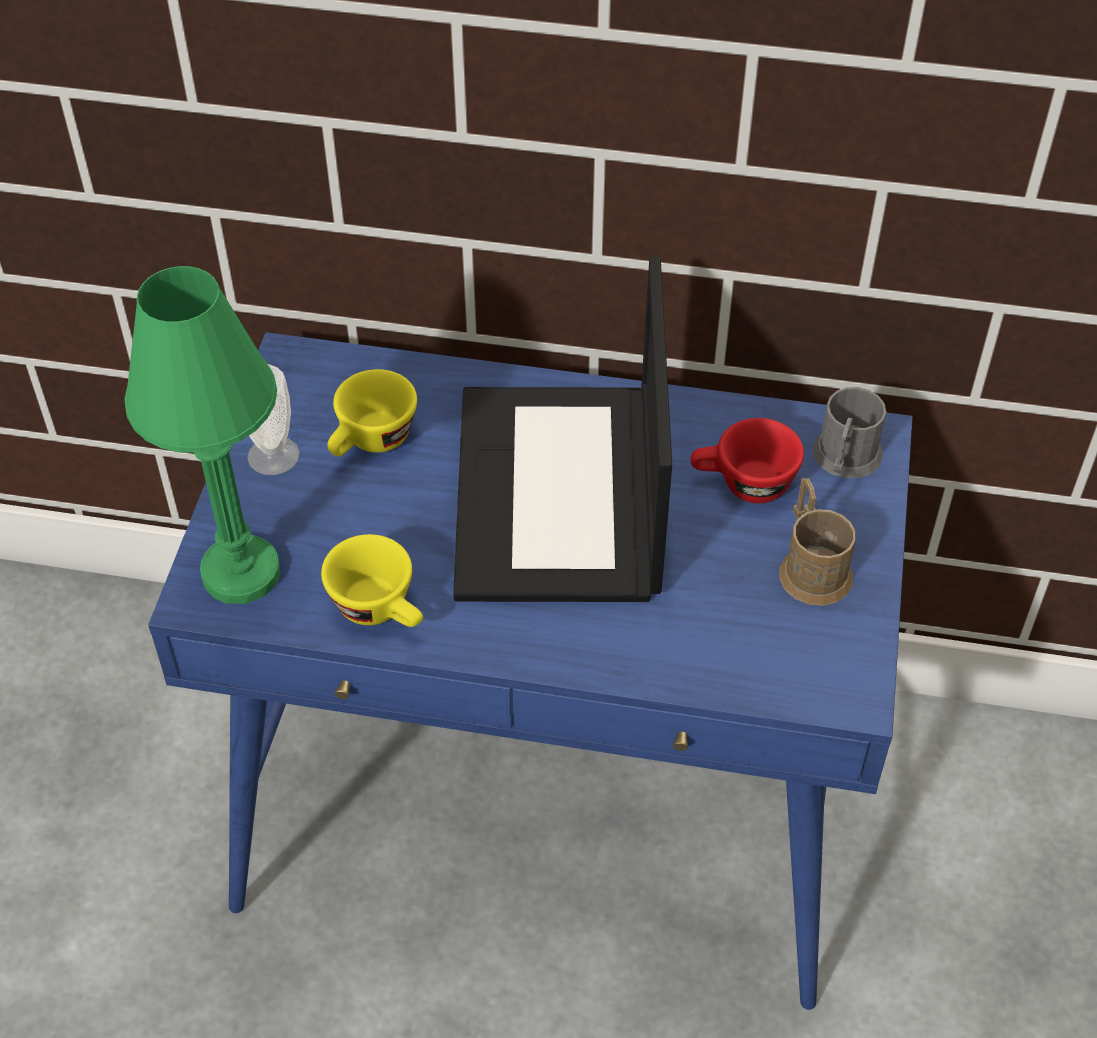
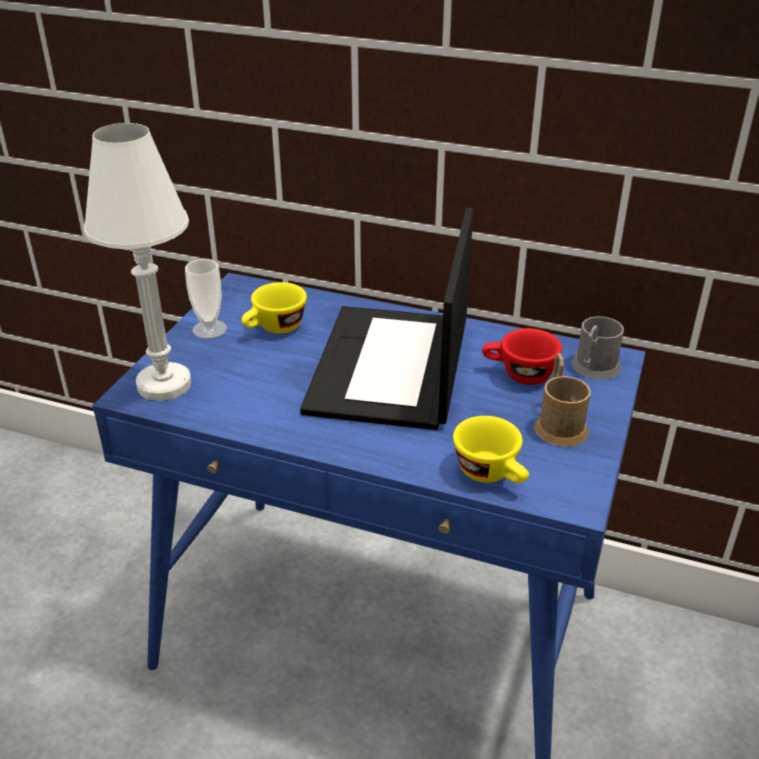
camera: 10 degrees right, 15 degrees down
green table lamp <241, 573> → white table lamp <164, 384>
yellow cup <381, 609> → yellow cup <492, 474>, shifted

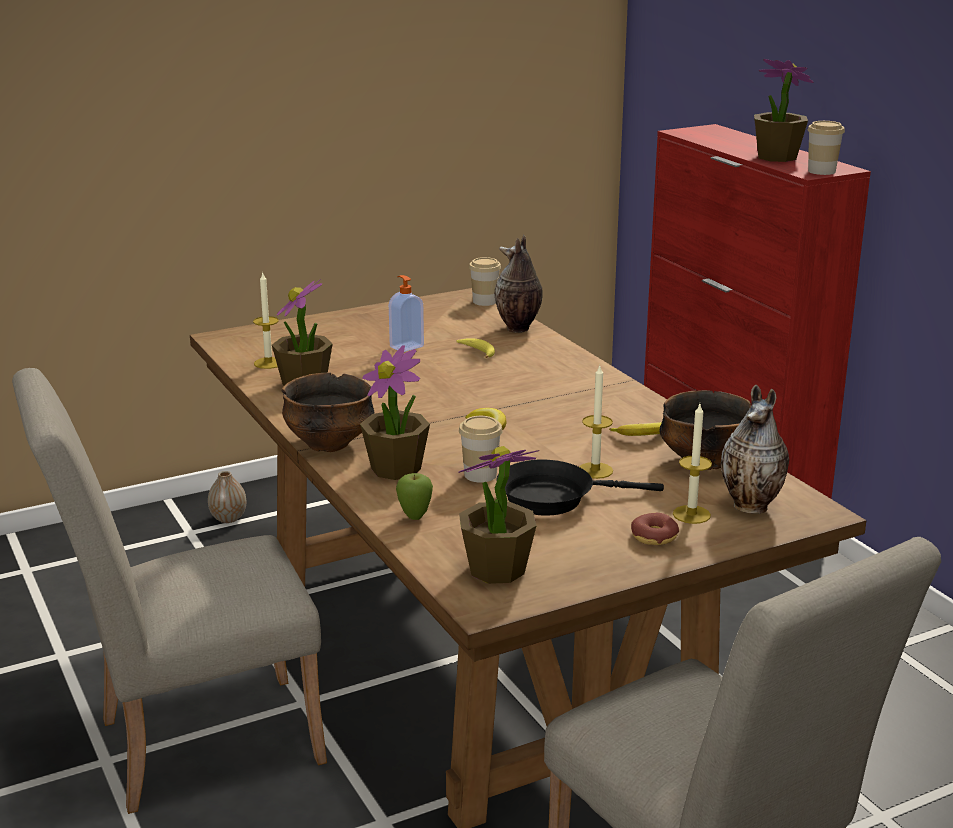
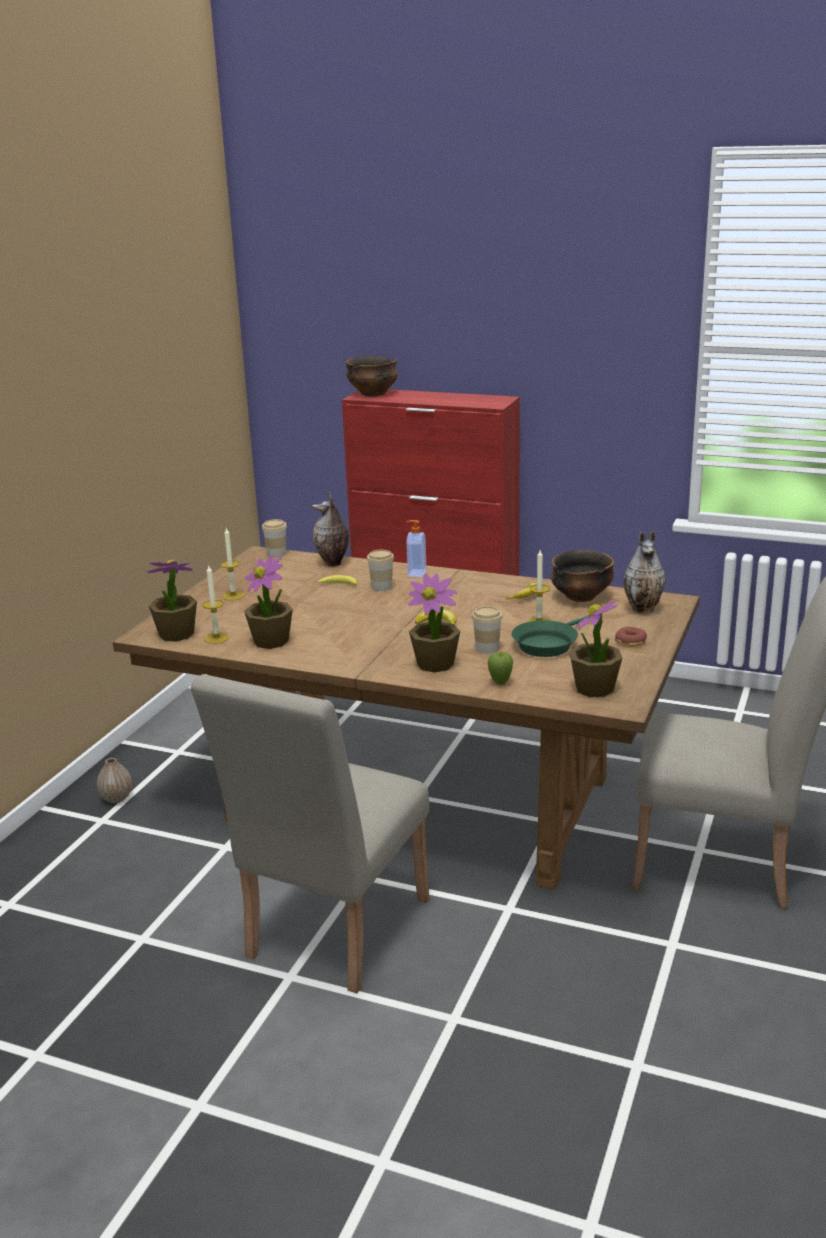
camera: 40 degrees left, 0 degrees up
potted plant <776, 157> → potted plant <176, 634>, shifted
candle <691, 514> → candle <233, 596>, shifted
bowl <329, 443> → bowl <373, 393>, shifted
cup <821, 171> → cup <381, 587>, shifted
soap dispenser <406, 346> → soap dispenser <416, 573>, shifted
black frying pan <553, 498> → green frying pan <548, 644>

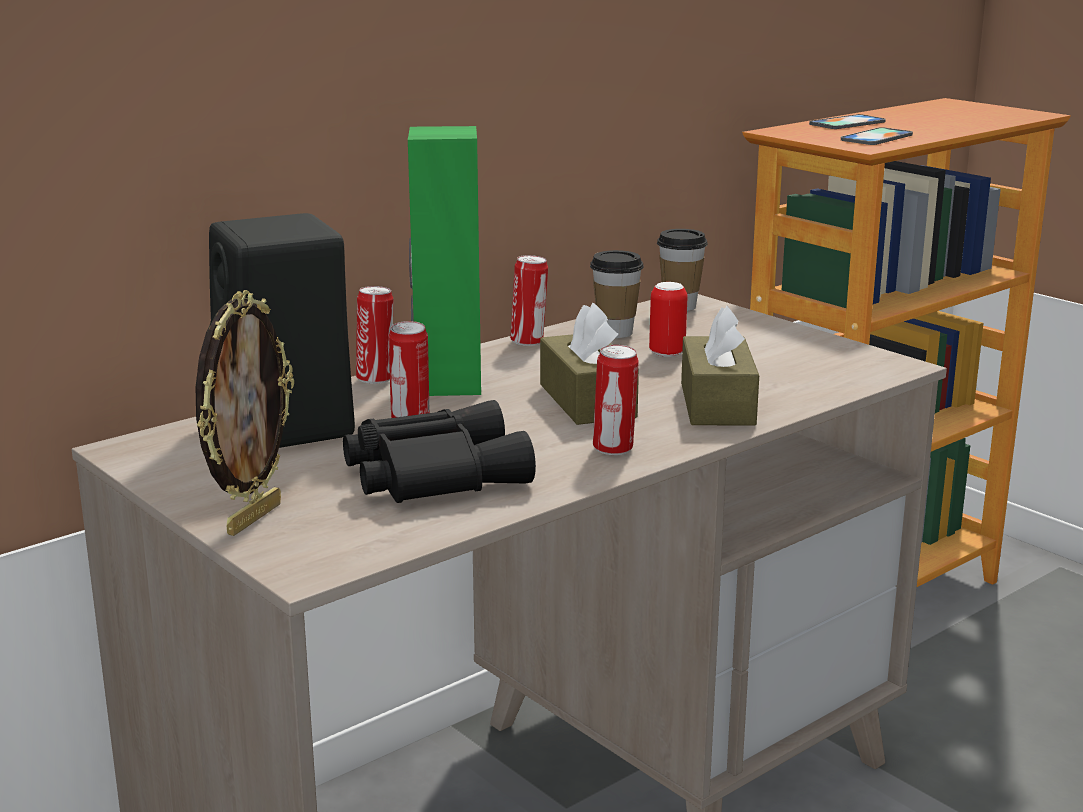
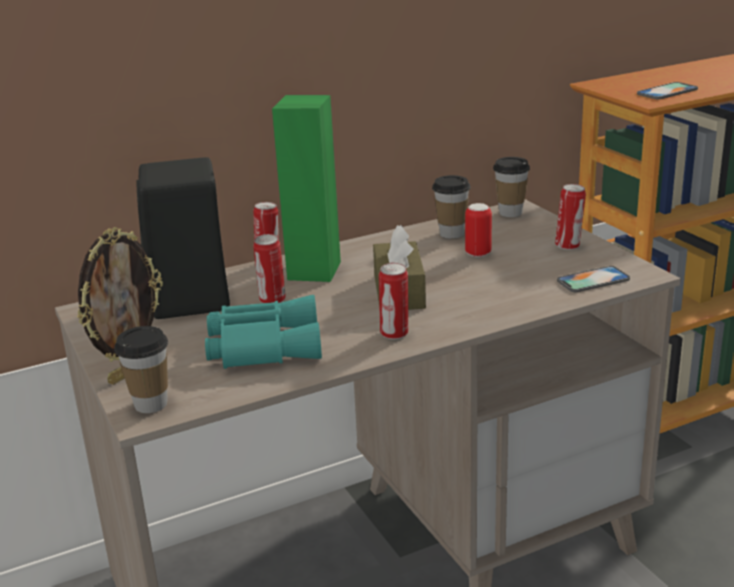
camera: 15 degrees right, 5 degrees up
- → cup <151, 404>
black binoculars <432, 473> → turquoise binoculars <262, 345>
can <529, 342> → can <568, 246>, shifted
phone <847, 123> → phone <593, 280>, shifted
brown tissue box <717, 404> → -

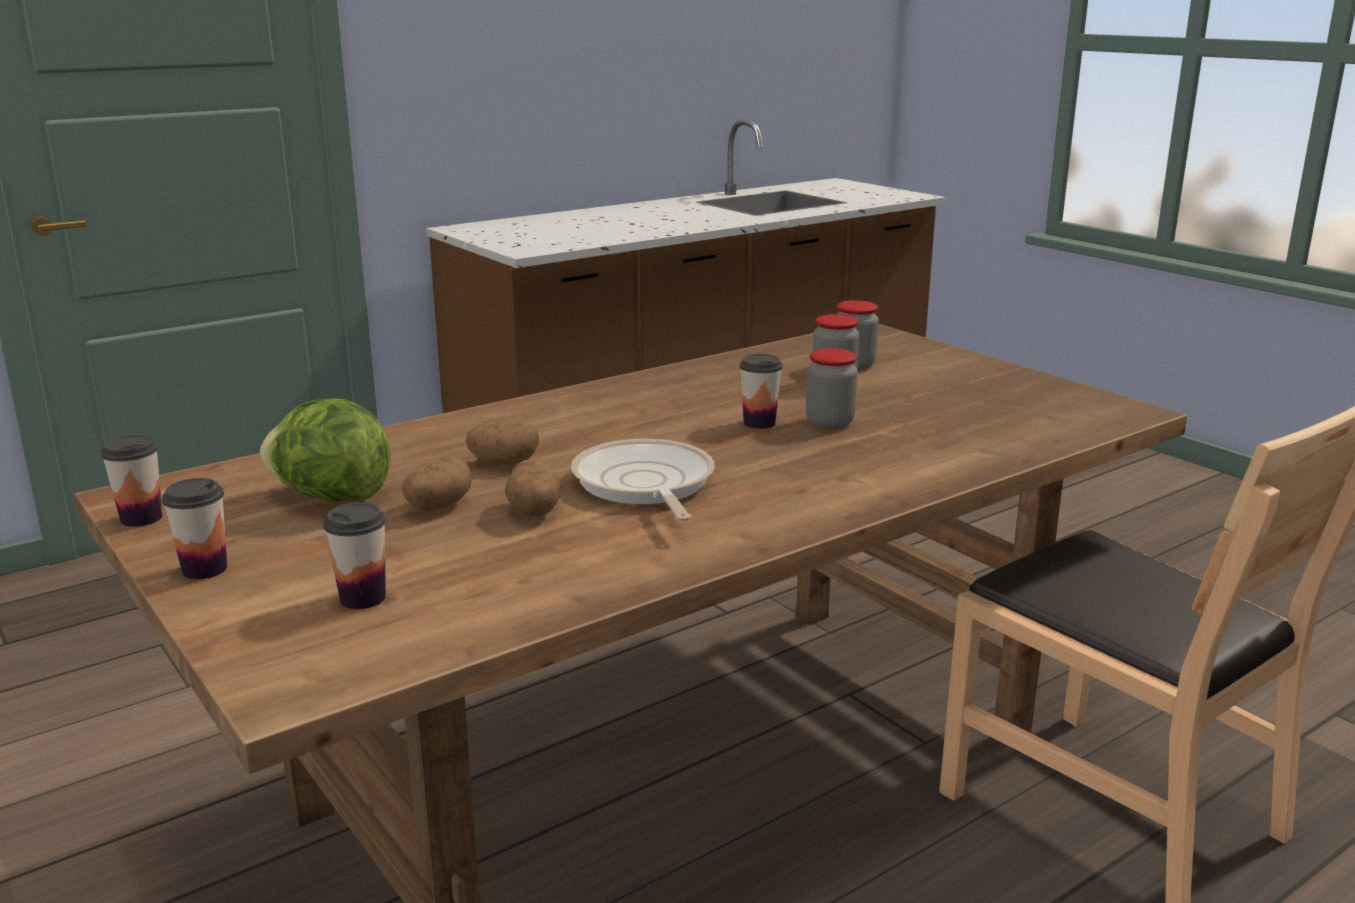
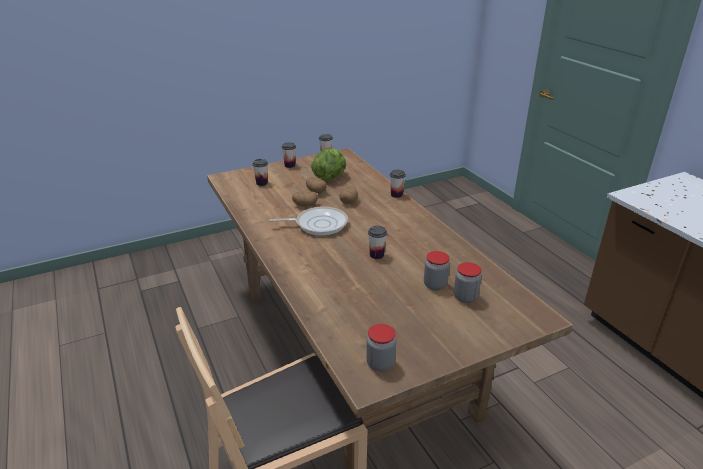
camera: 100 degrees right, 10 degrees up
jar <829, 422> → jar <380, 363>, shifted
- → cup <396, 195>

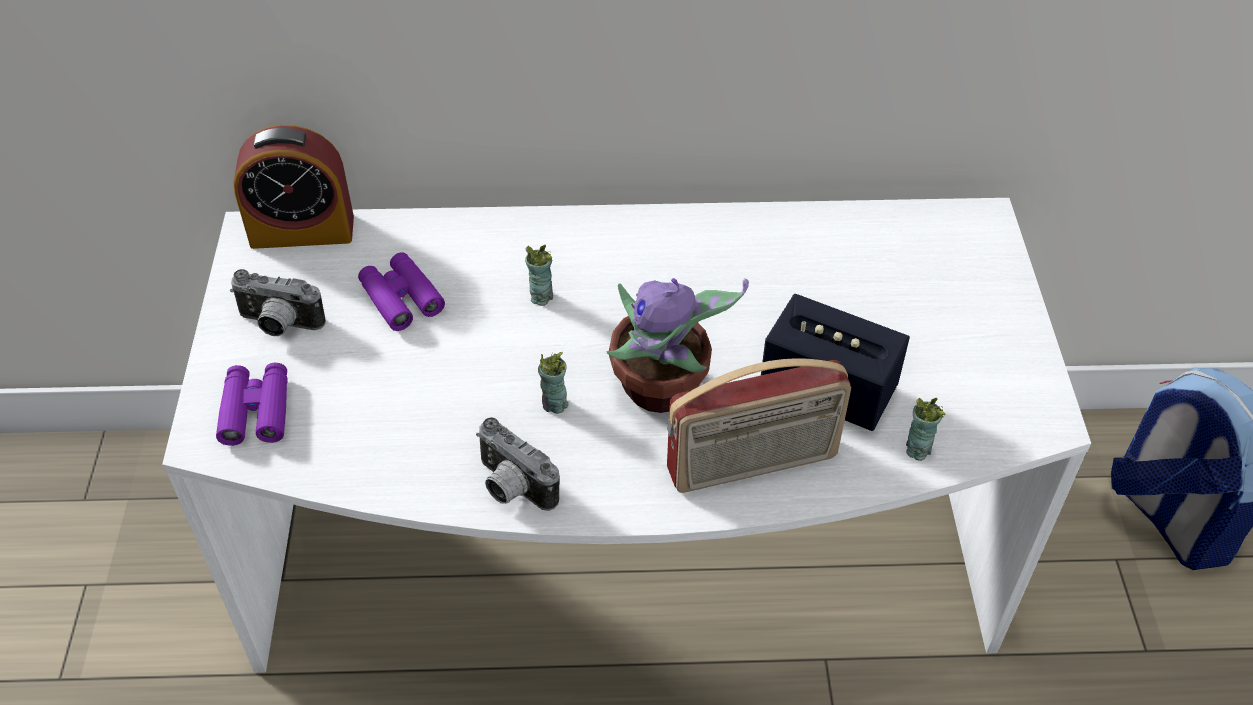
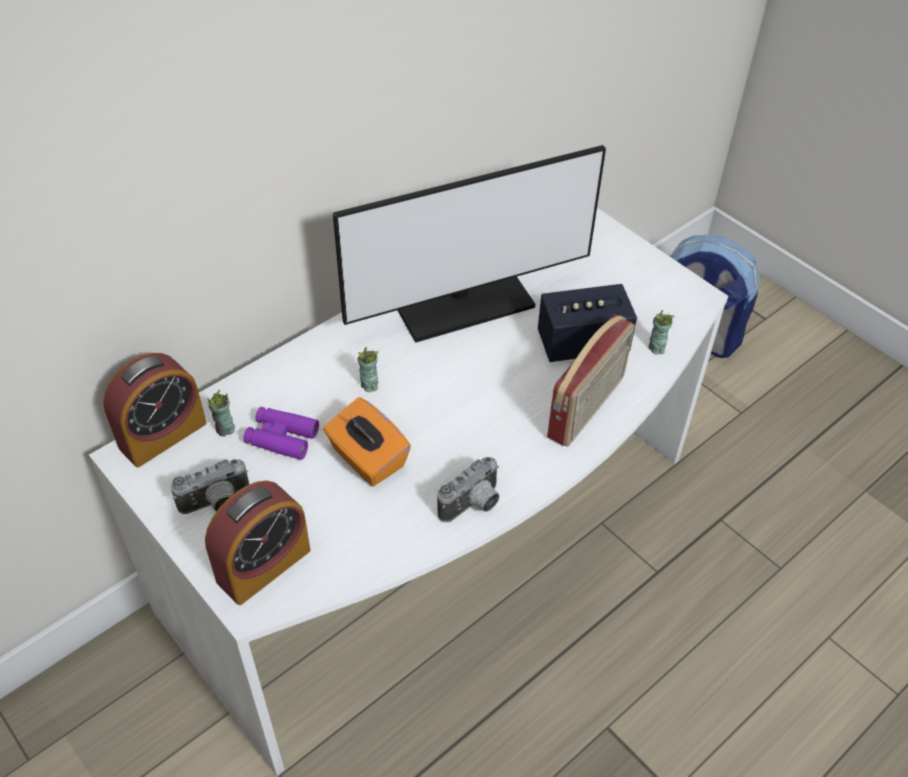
camera: 40 degrees left, 0 degrees up
purple binoculars <256, 410> → alarm clock <263, 565>
cup <554, 404> → cup <225, 429>, shifted
- → orange tissue box <367, 459>
- → monitor <464, 305>
photo camera <511, 488> → photo camera <473, 505>, 45 degrees counterclockwise
potted plant <661, 390> → -

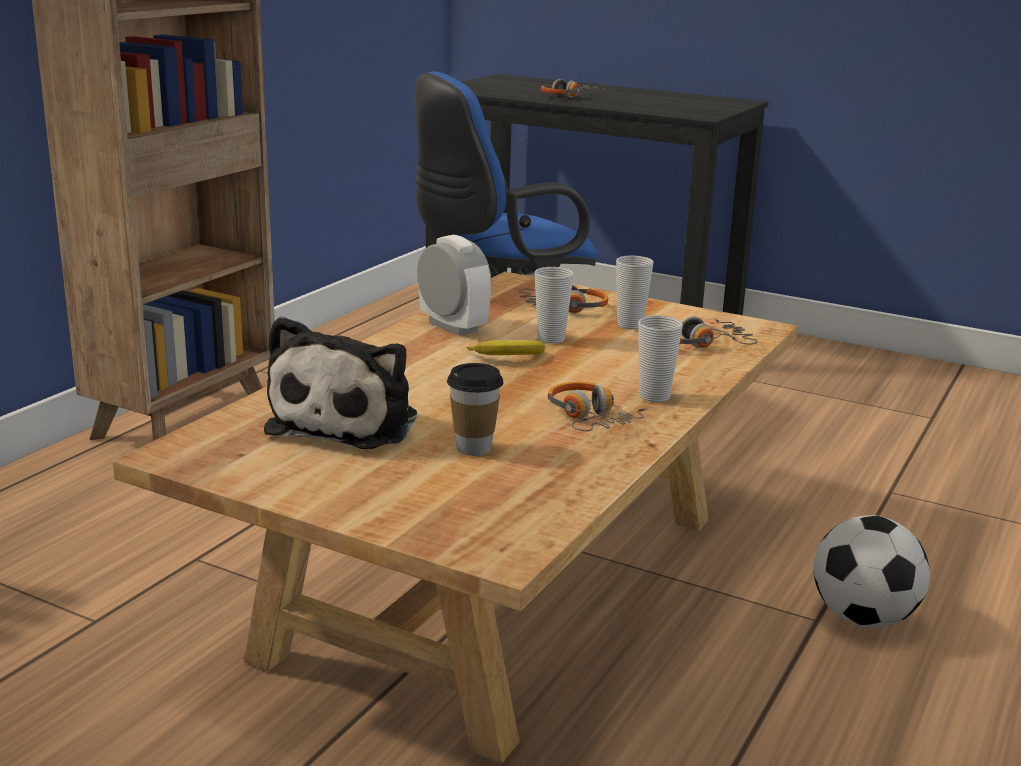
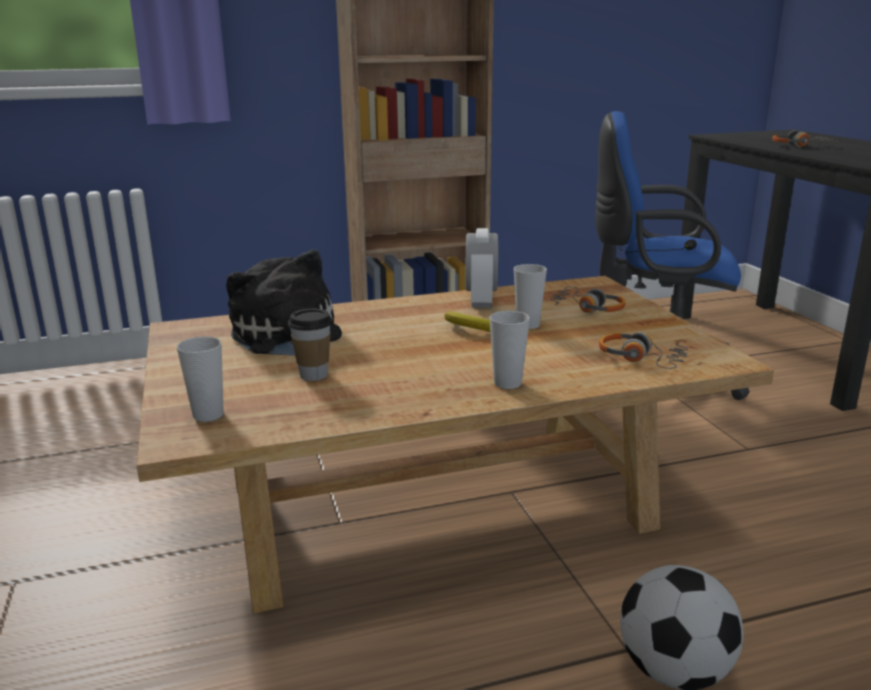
camera: 45 degrees right, 0 degrees up
cup <630, 325> → cup <208, 415>, shifted
plush toy <349, 422> → plush toy <288, 338>, 90 degrees clockwise
headphones <590, 418> → -

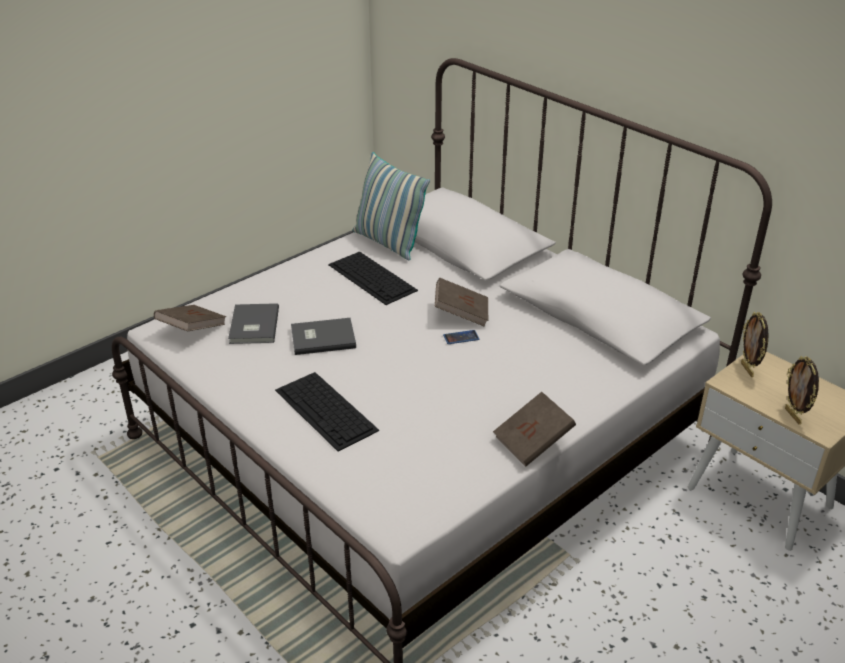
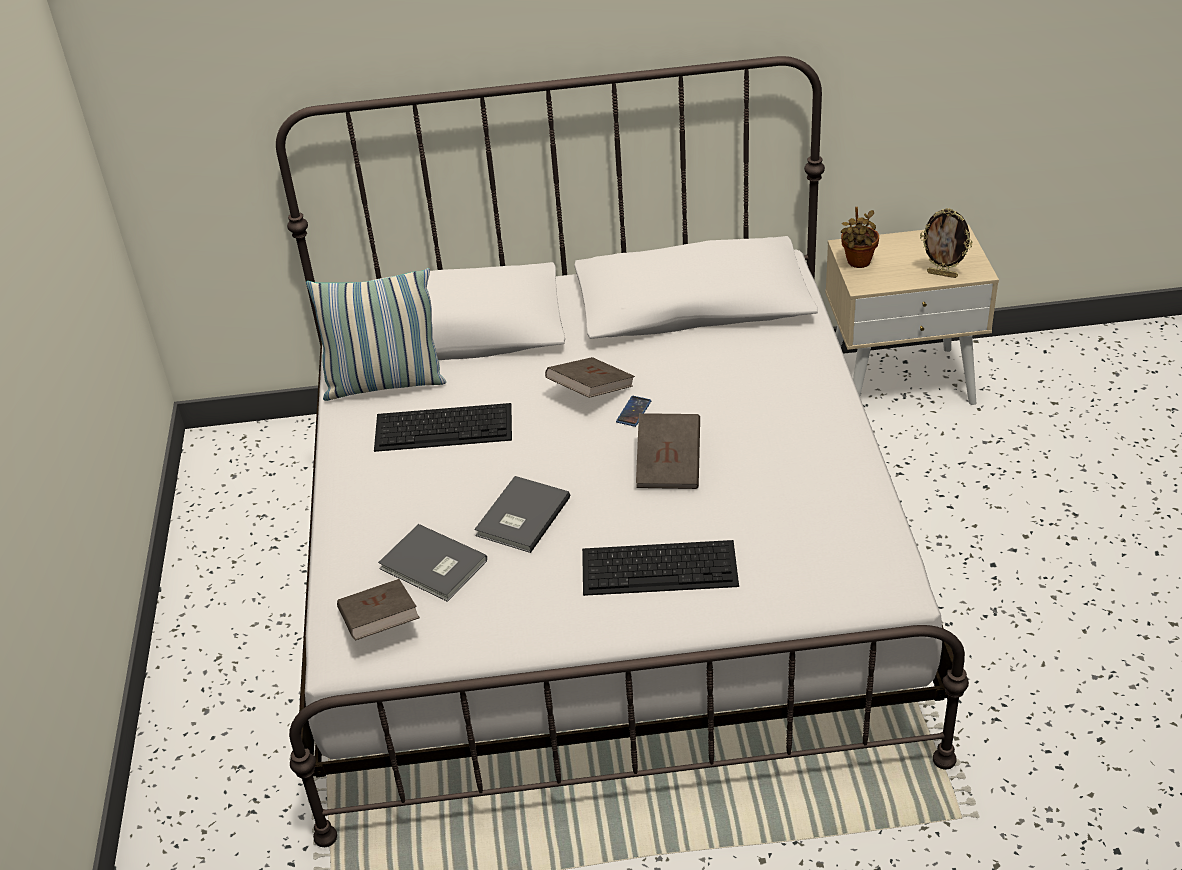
camera: 50 degrees left, 5 degrees up
brown book <533, 442> → brown book <669, 466>, shifted
picture frame <747, 370> → potted plant <858, 263>

